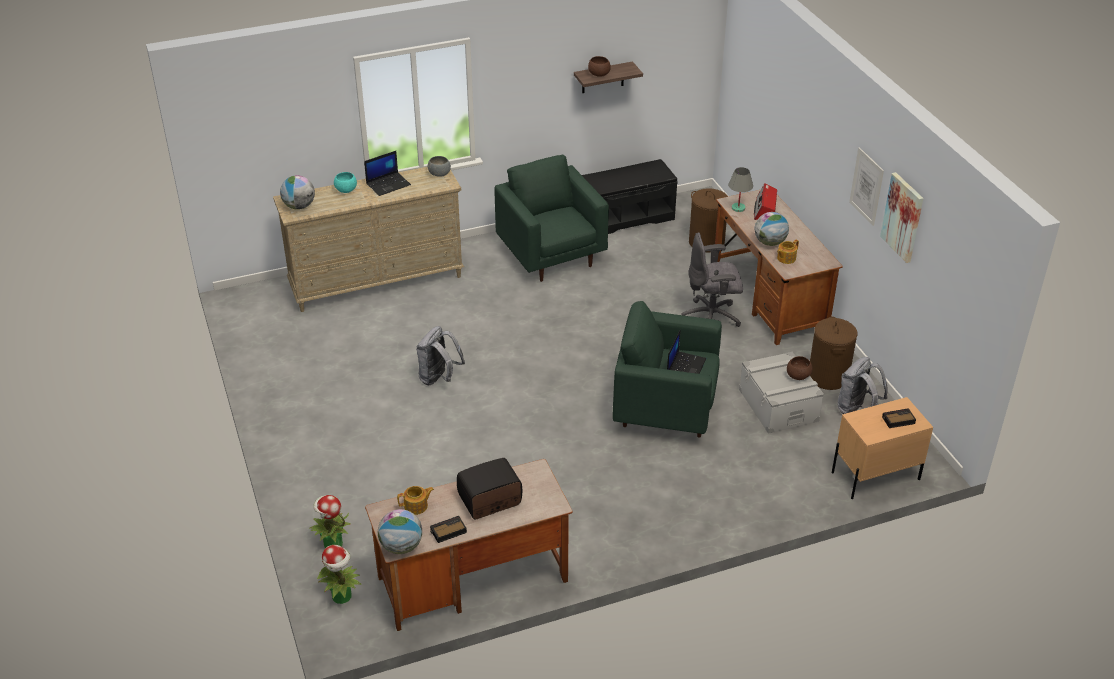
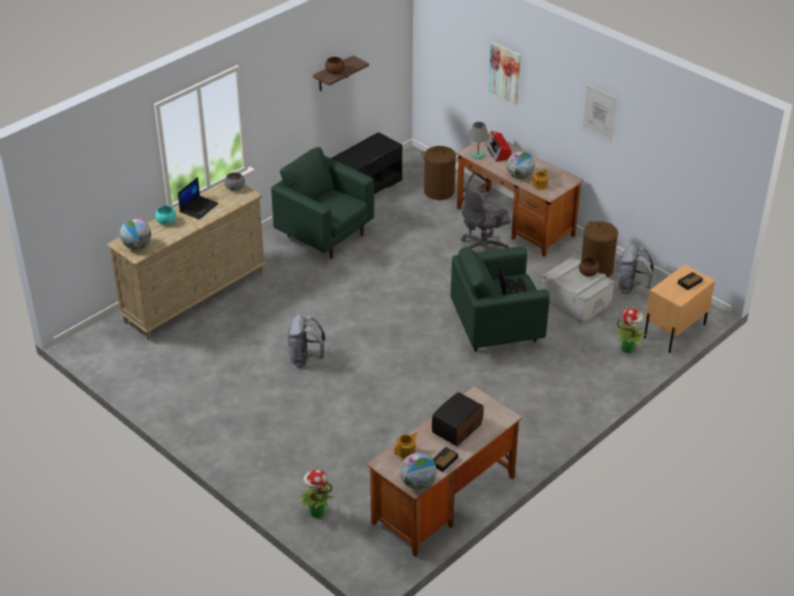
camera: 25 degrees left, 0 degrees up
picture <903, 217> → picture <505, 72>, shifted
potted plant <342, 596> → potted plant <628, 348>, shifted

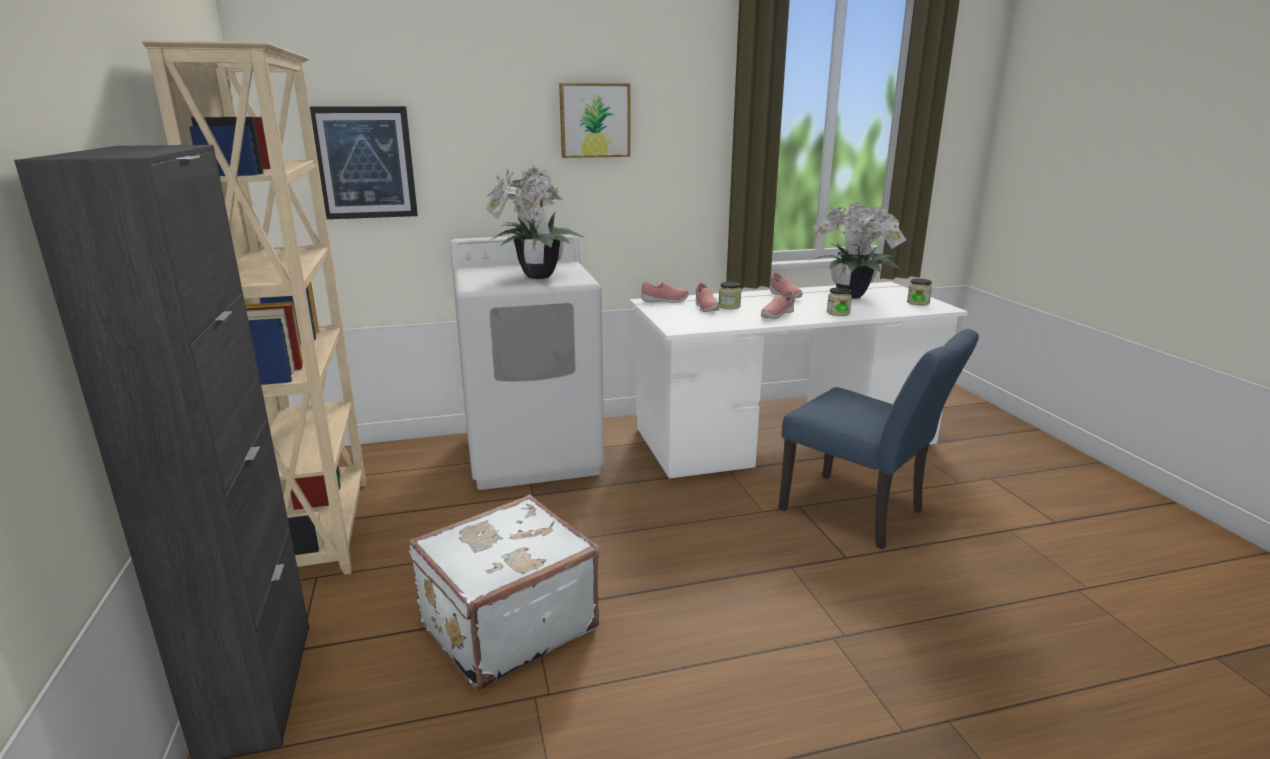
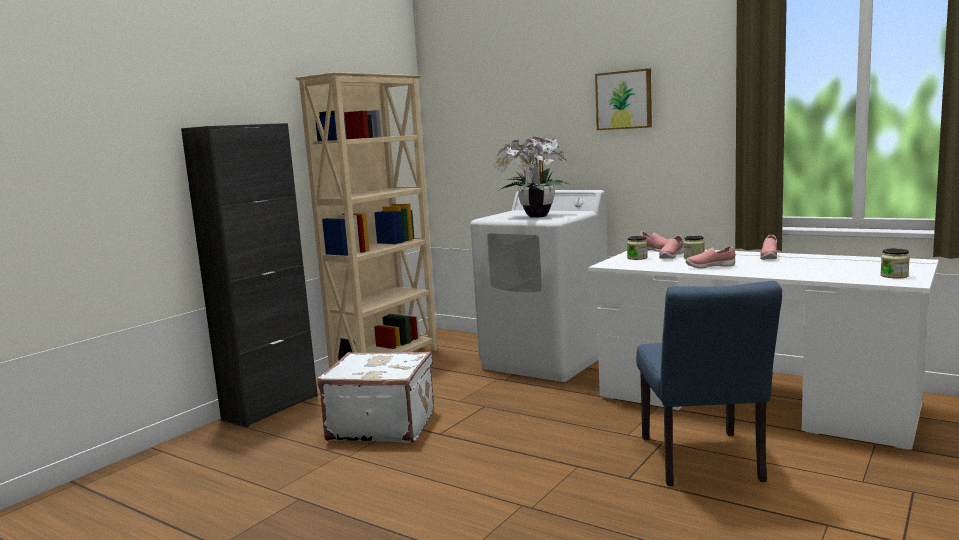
camera: 50 degrees right, 10 degrees down
jar <838, 313> → jar <637, 258>, shifted
picture <365, 163> → -
potted plant <853, 296> → -

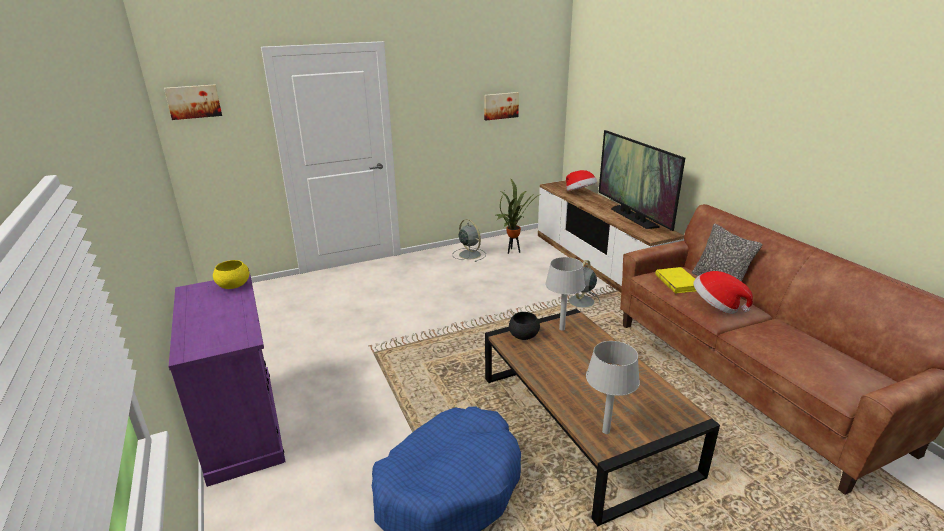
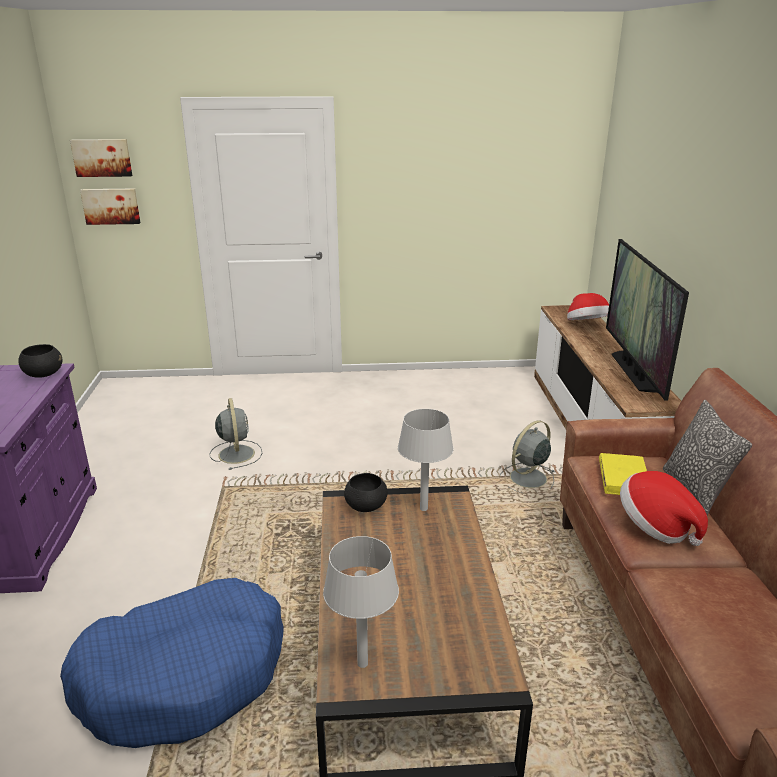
camera: 20 degrees right, 0 degrees up
yellow bowl <233, 286> → black bowl <43, 374>
picture <500, 105> → picture <111, 206>, shifted
grey fan <469, 254> → grey fan <236, 453>, shifted
potted plant <513, 251> → -

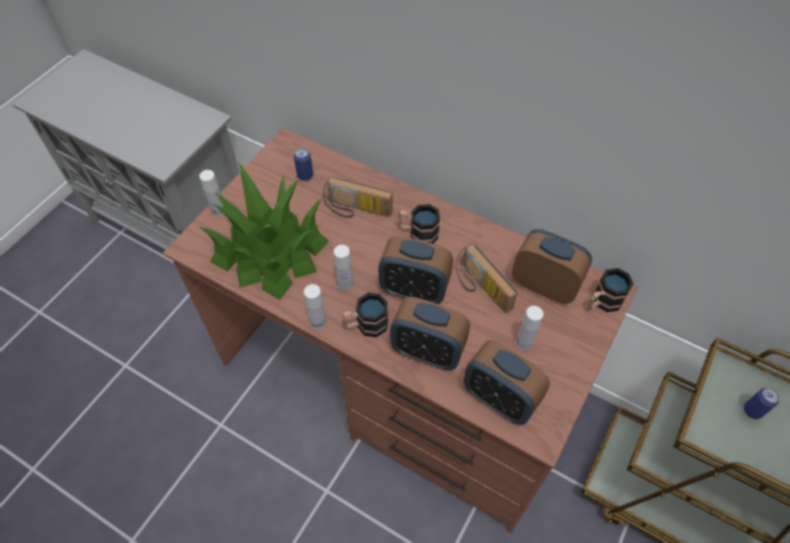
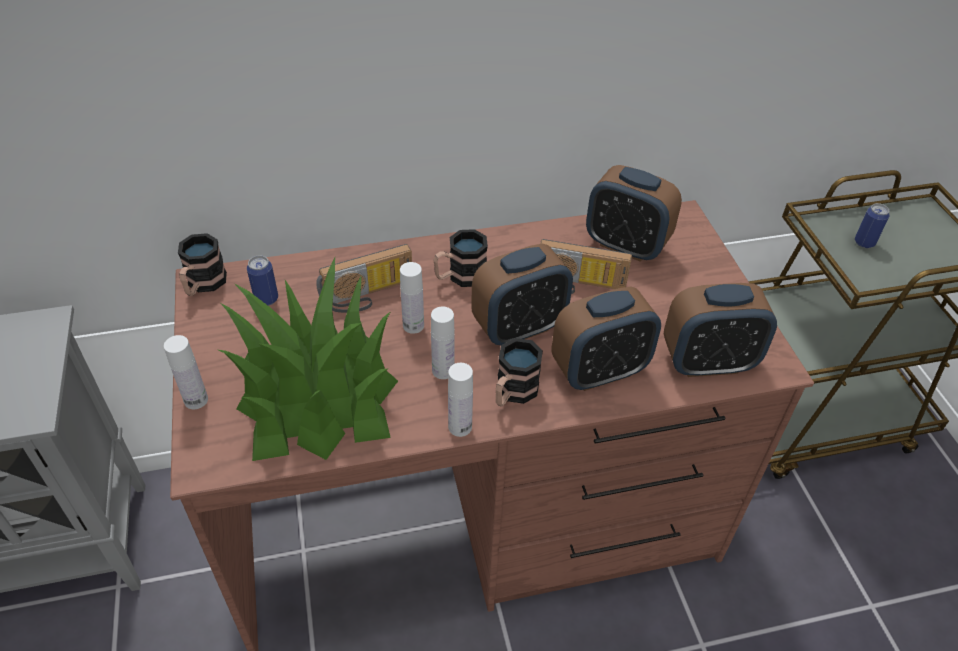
camera: 45 degrees left, 10 degrees down
mug <602, 302> → mug <203, 285>, shifted
white bottle <524, 342> → white bottle <413, 325>, shifted
alarm clock <544, 285> → alarm clock <626, 245>, 135 degrees counterclockwise

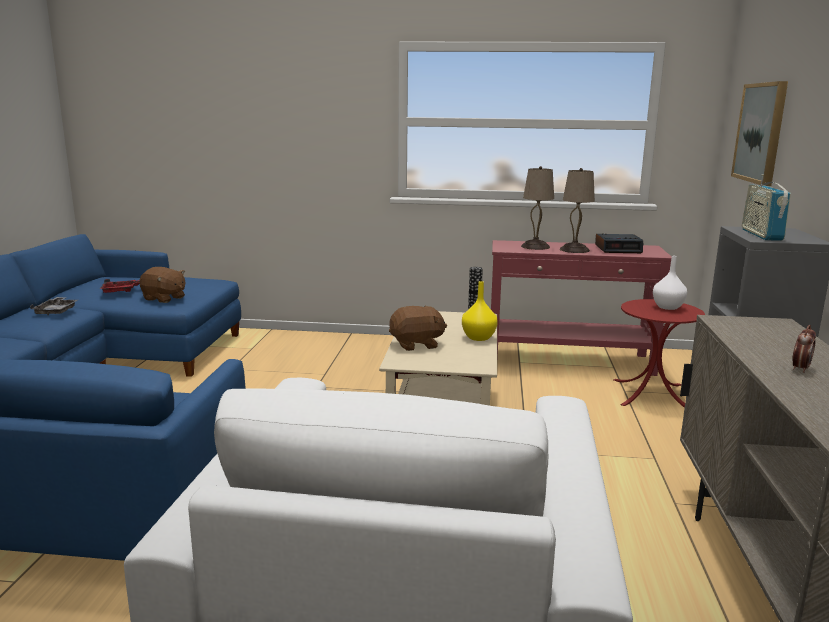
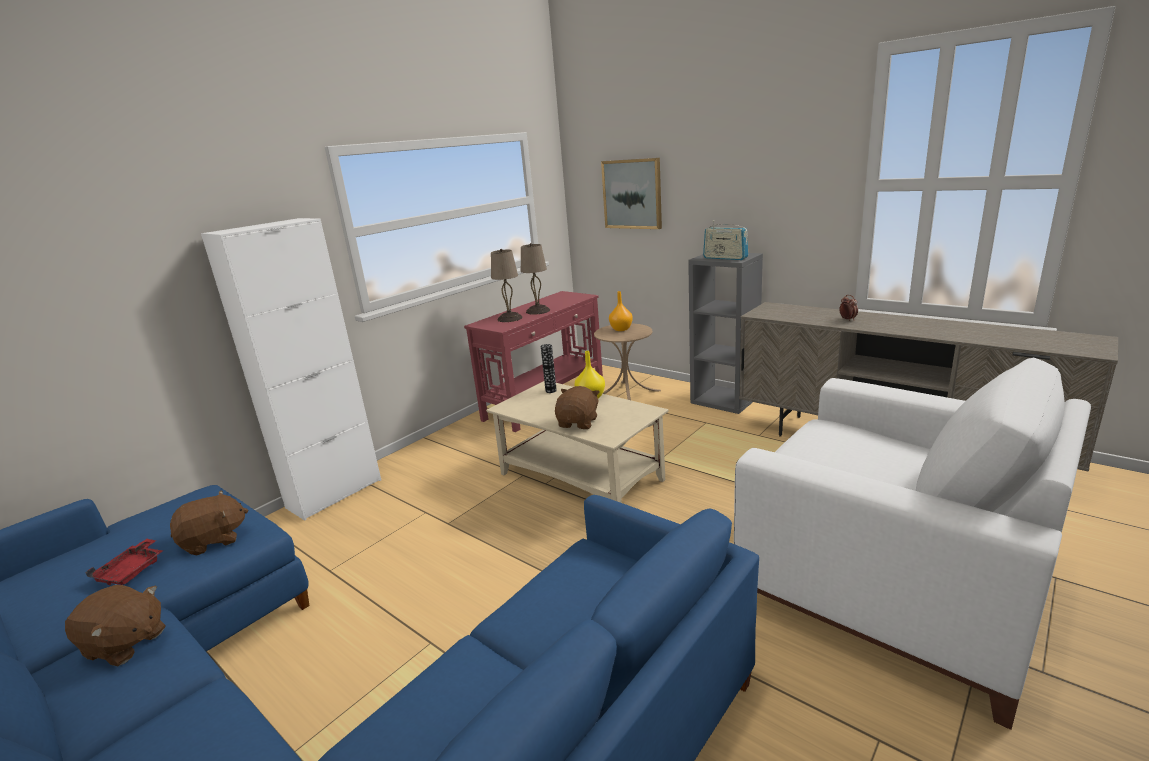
camera: 55 degrees left, 5 degrees up
grey tray <57, 311> → brown plush toy <125, 644>
- → white cabinet <334, 493>
red side table <652, 394> → beige side table <626, 393>
white vase <668, 307> → orange vase <621, 329>
alarm clock <618, 249> → -

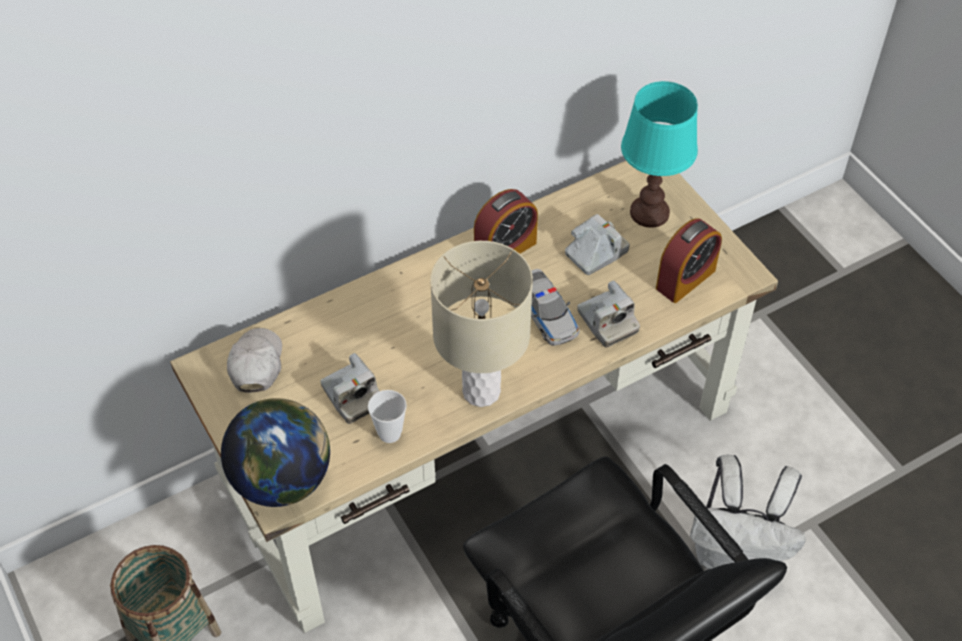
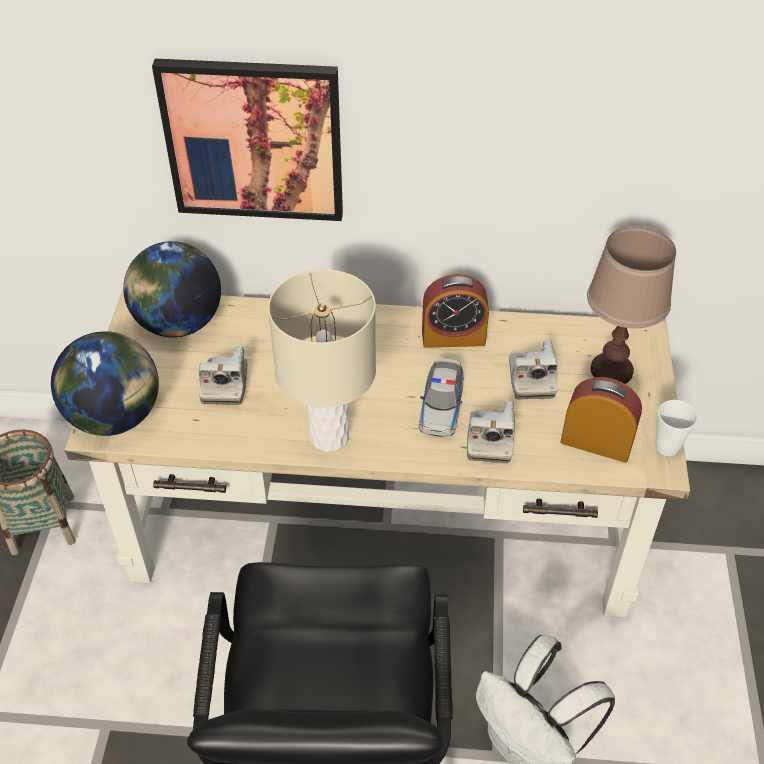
camera: 35 degrees right, 5 degrees down
white cap <256, 364> → globe <178, 323>
- → picture <254, 140>
photo camera <596, 253> → photo camera <531, 379>, 90 degrees clockwise
alarm clock <685, 279> → alarm clock <596, 442>, 150 degrees counterclockwise
turquoise table lamp <649, 213> → brown table lamp <611, 371>
cup <389, 433> → cup <667, 447>, shifted

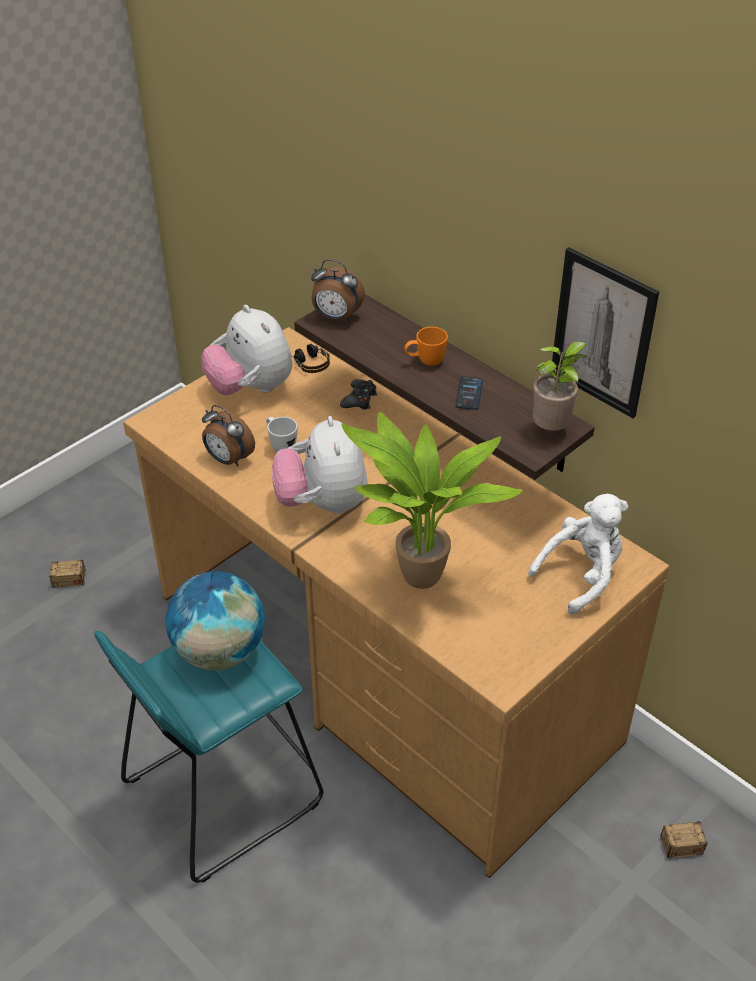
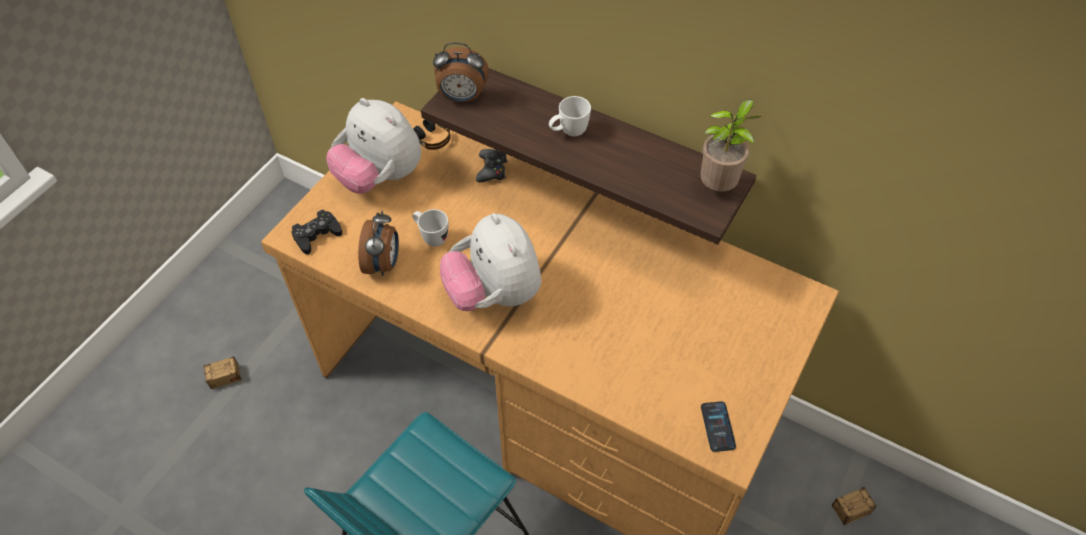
camera: 15 degrees left, 10 degrees up
- → black game controller <317, 235>
alarm clock <228, 459> → alarm clock <383, 264>, 105 degrees counterclockwise
orange mug <425, 362> → white mug <568, 132>
phone <469, 394> → phone <717, 426>, shifted
globe <219, 651> → -
potted plant <419, 582> → -
white plush toy <582, 574> → -
picture <602, 333> → -

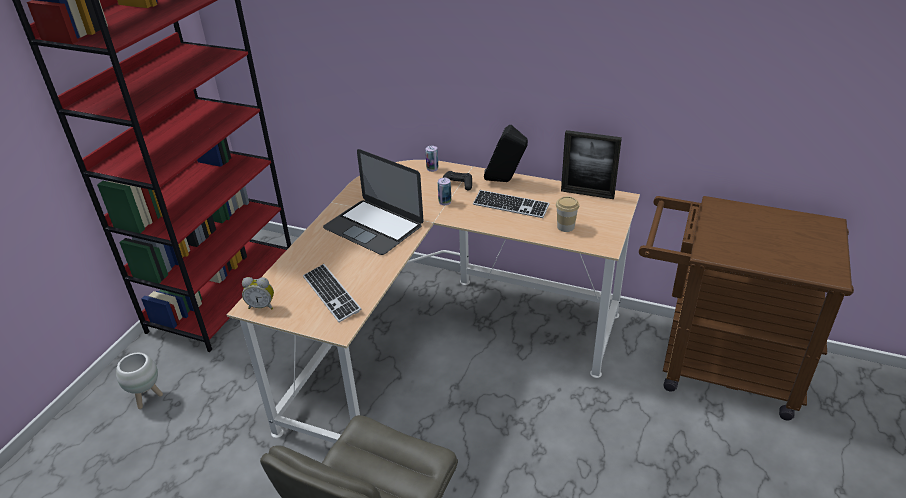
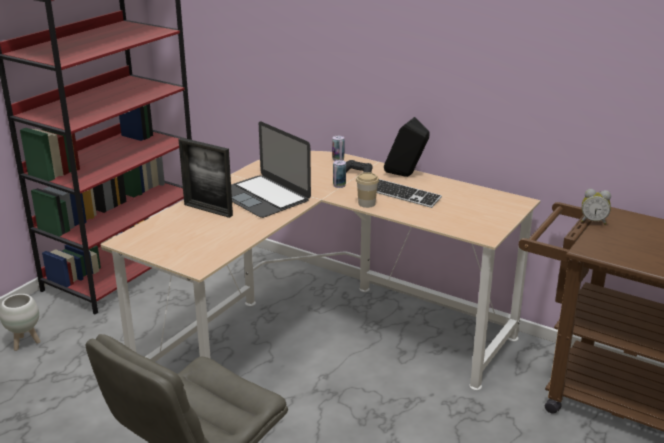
camera: 10 degrees right, 10 degrees down
picture frame <587, 193> → picture frame <208, 210>, shifted
cup <565, 227> → cup <366, 203>, shifted
alarm clock <262, 306> → alarm clock <593, 221>, shifted
keyboard <331, 294> → -

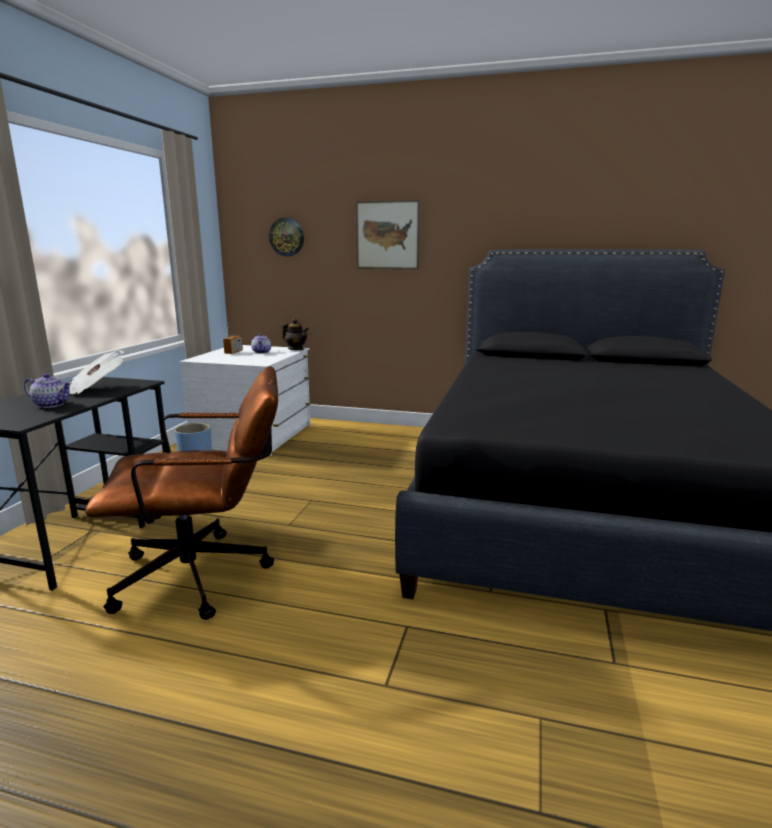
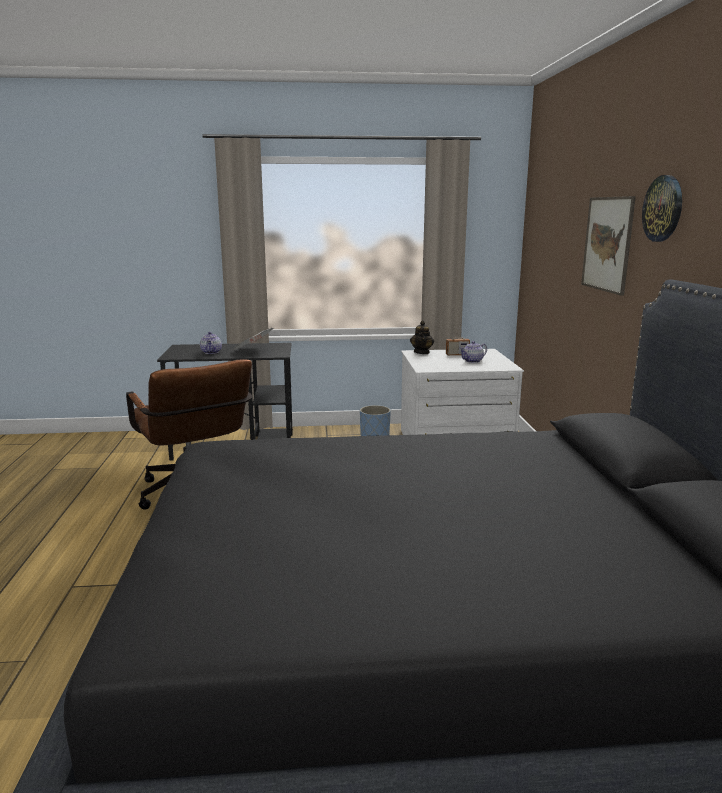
camera: 70 degrees right, 0 degrees up
teapot <296, 349> → teapot <422, 352>, shifted
wall clock <286, 237> → wall clock <663, 208>, shifted

